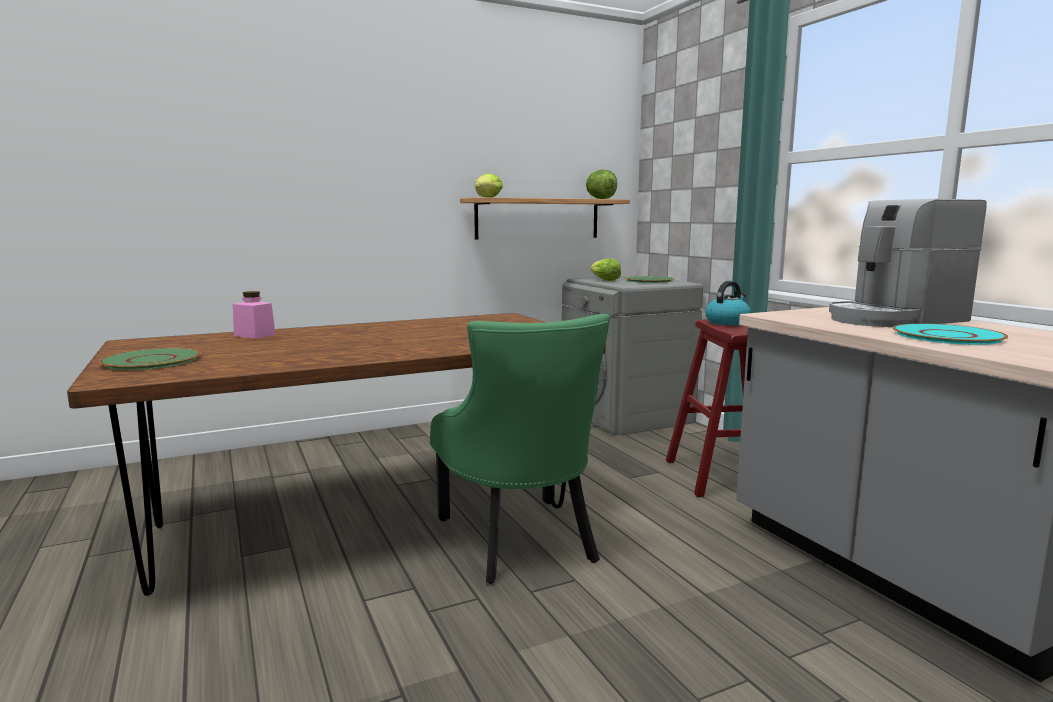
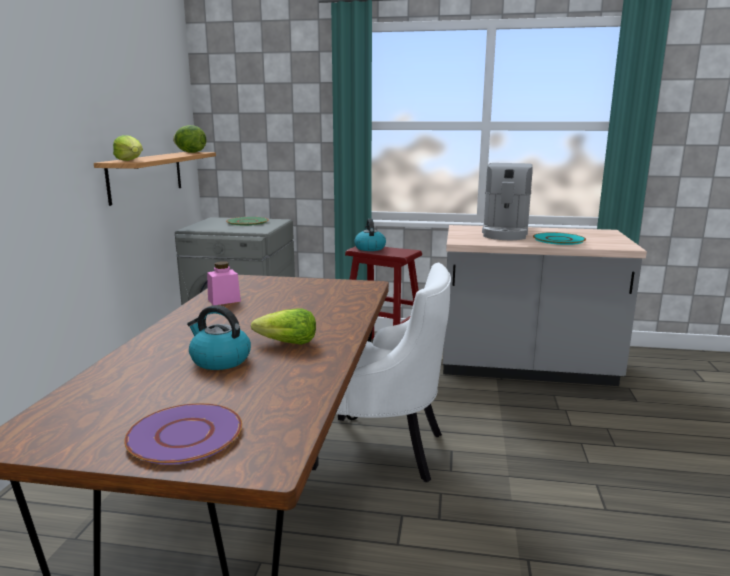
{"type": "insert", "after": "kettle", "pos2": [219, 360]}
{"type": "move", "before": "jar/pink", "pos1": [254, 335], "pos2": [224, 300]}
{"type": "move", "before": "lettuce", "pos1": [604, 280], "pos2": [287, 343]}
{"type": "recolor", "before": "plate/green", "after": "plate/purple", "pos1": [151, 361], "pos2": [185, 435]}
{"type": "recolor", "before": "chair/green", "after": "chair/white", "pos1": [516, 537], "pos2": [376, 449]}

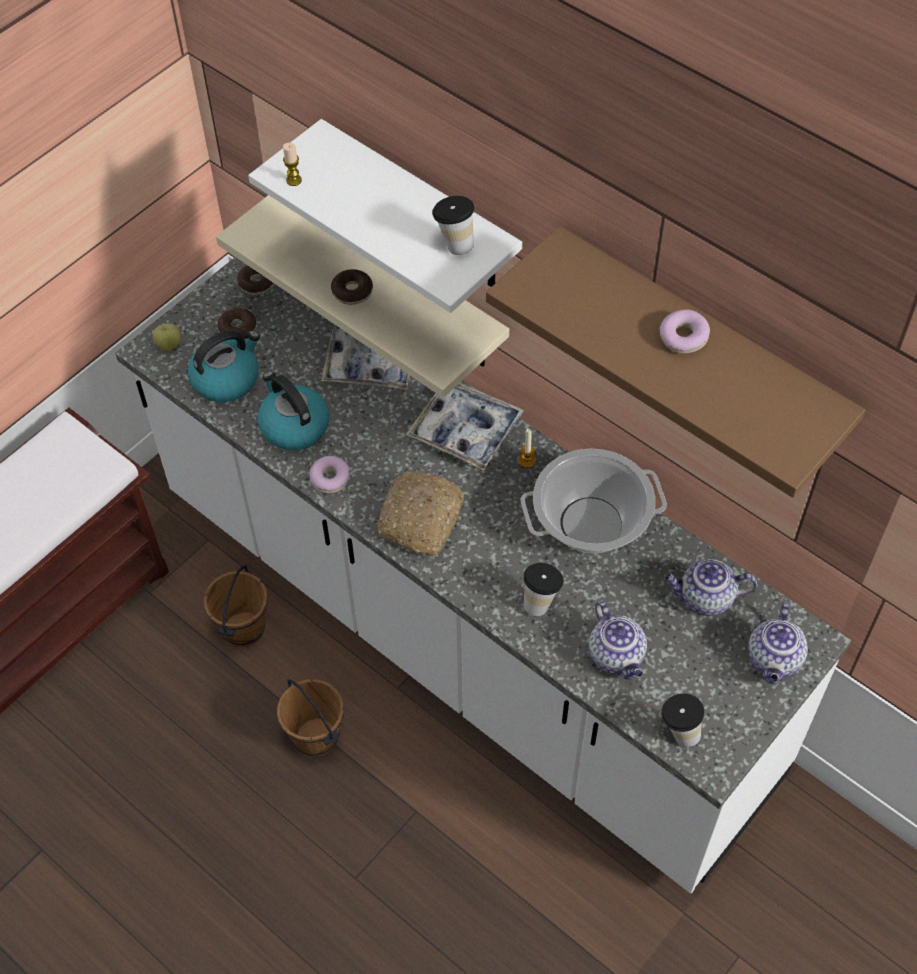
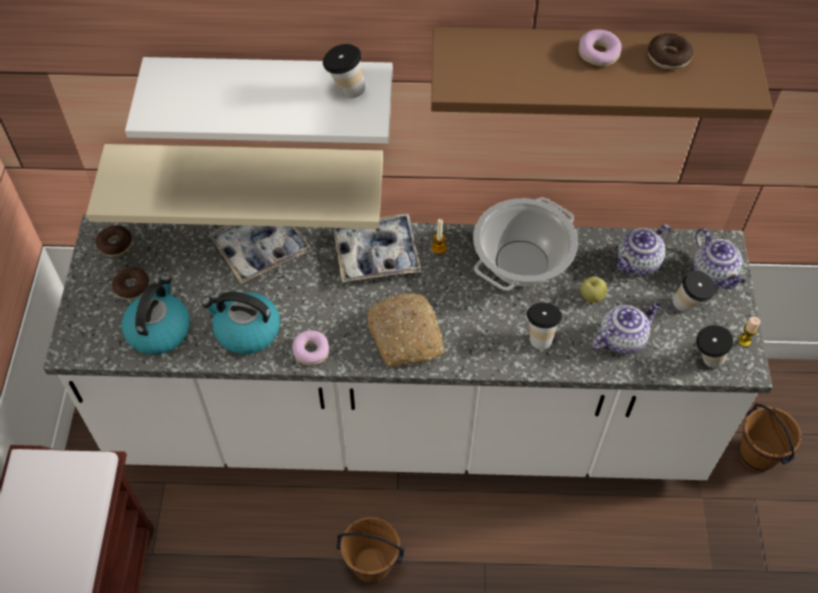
{"type": "insert", "after": "cup", "pos2": [688, 306]}
{"type": "move", "before": "apple", "pos1": [169, 345], "pos2": [591, 297]}
{"type": "move", "before": "bucket/brown", "pos1": [244, 629], "pos2": [757, 455]}
{"type": "move", "before": "candle", "pos1": [293, 180], "pos2": [744, 341]}
{"type": "move", "before": "donut", "pos1": [352, 292], "pos2": [668, 57]}
{"type": "rotate", "before": "teapot", "pos1": [617, 656], "pos2": [622, 338], "turn": -60}

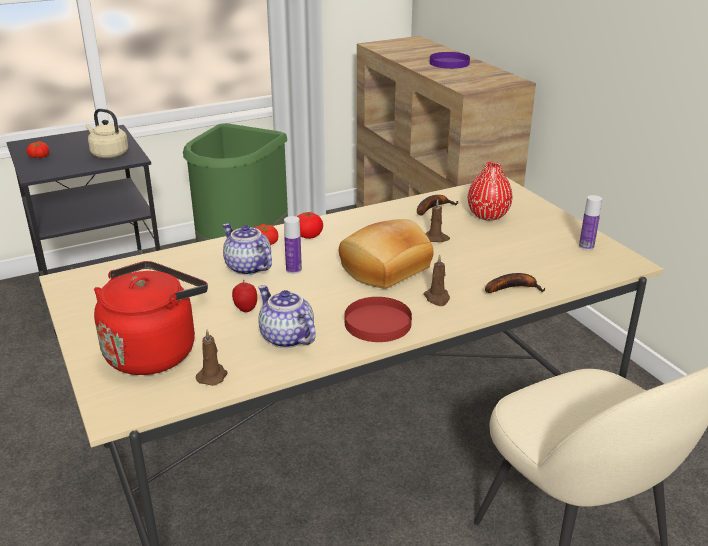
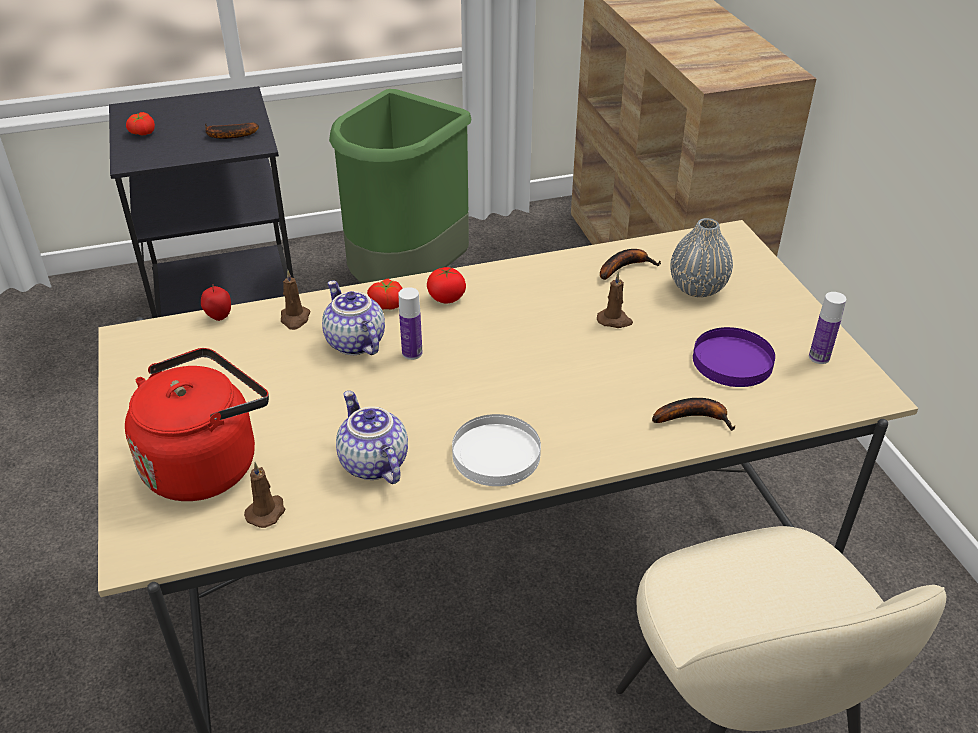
{"type": "delete", "before": "bread", "pos1": [387, 269]}
{"type": "move", "before": "apple", "pos1": [246, 310], "pos2": [219, 317]}
{"type": "move", "before": "candle/brown", "pos1": [437, 298], "pos2": [295, 319]}
{"type": "move", "before": "plate/purple", "pos1": [449, 63], "pos2": [733, 361]}
{"type": "replace", "before": "kettle/beige", "after": "banana", "pos1": [108, 154], "pos2": [227, 135]}
{"type": "recolor", "before": "plate/red", "after": "plate/white", "pos1": [377, 322], "pos2": [496, 453]}
{"type": "recolor", "before": "vase/red", "after": "vase/grey", "pos1": [488, 215], "pos2": [697, 288]}

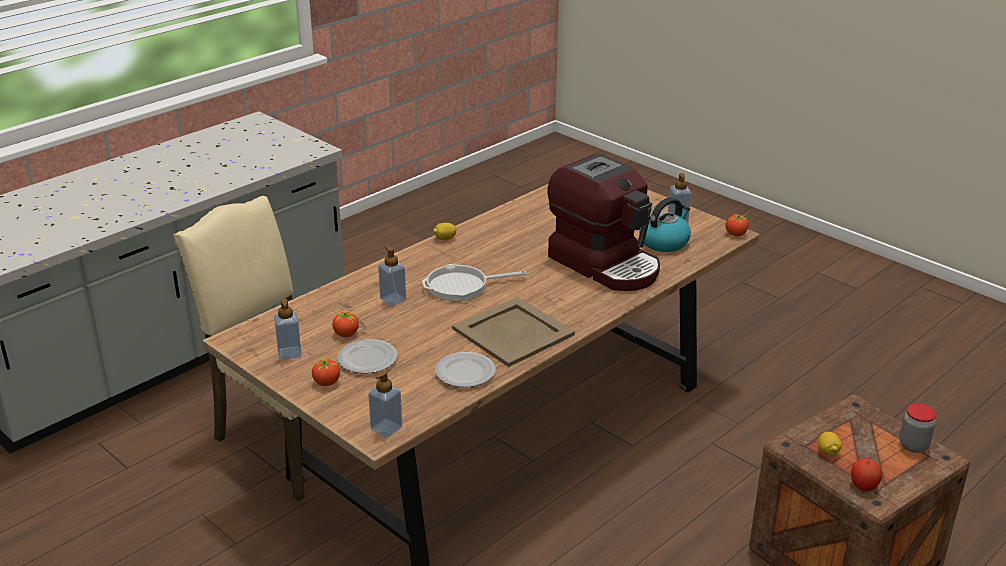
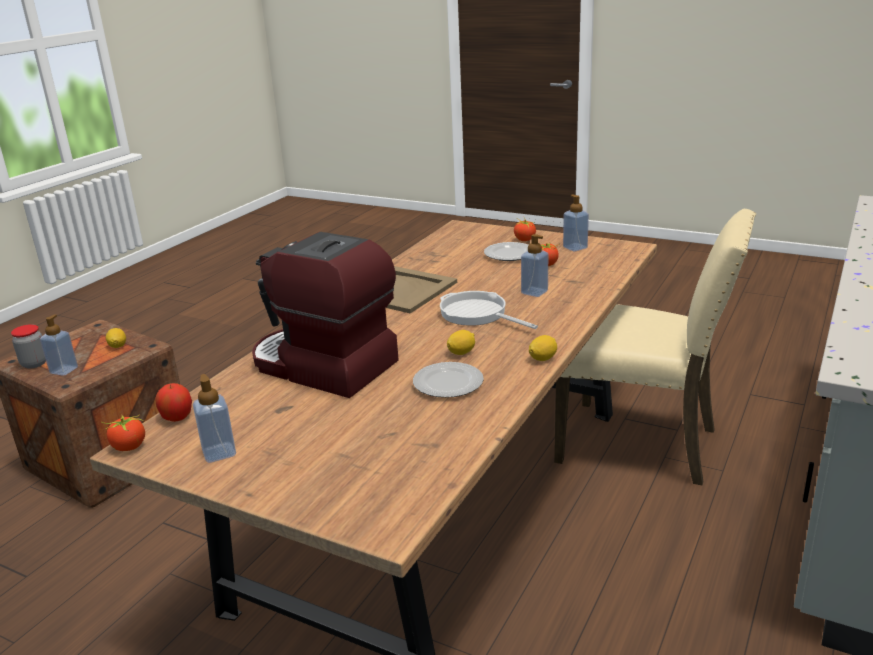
{"type": "delete", "before": "kettle", "pos1": [664, 242]}
{"type": "insert", "after": "lemon", "pos2": [461, 352]}
{"type": "move", "before": "soap dispenser", "pos1": [386, 429], "pos2": [64, 370]}
{"type": "move", "before": "plate", "pos1": [464, 372], "pos2": [449, 384]}
{"type": "move", "before": "apple", "pos1": [863, 486], "pos2": [177, 417]}
{"type": "rotate", "before": "frying pan", "pos1": [461, 286], "pos2": [477, 314], "turn": -105}

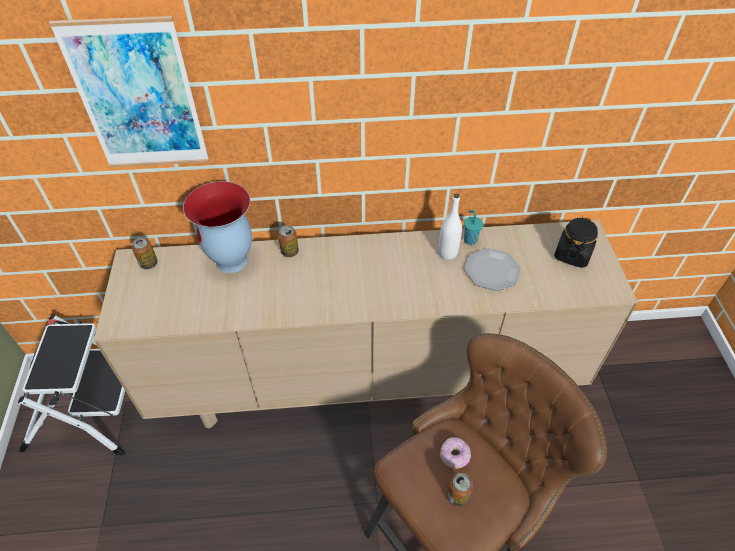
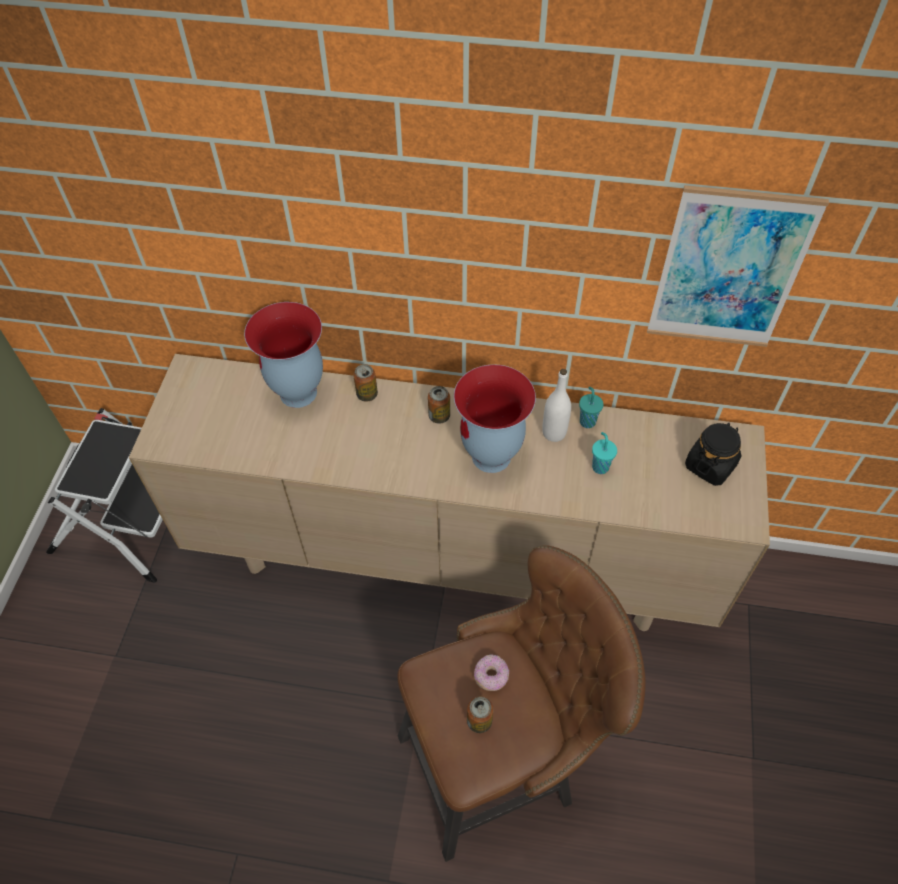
{"type": "insert", "after": "vase", "pos2": [492, 457]}
{"type": "move", "before": "picture", "pos1": [138, 97], "pos2": [728, 270]}
{"type": "move", "before": "can", "pos1": [149, 264], "pos2": [439, 416]}
{"type": "replace", "before": "plate", "after": "cup/turquoise", "pos1": [491, 270], "pos2": [600, 466]}

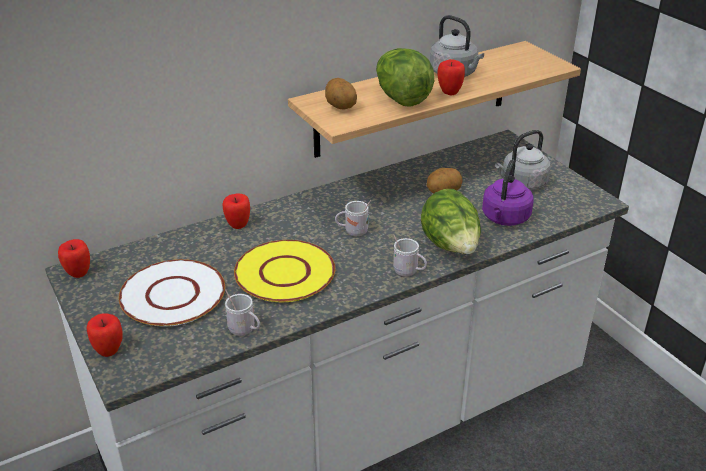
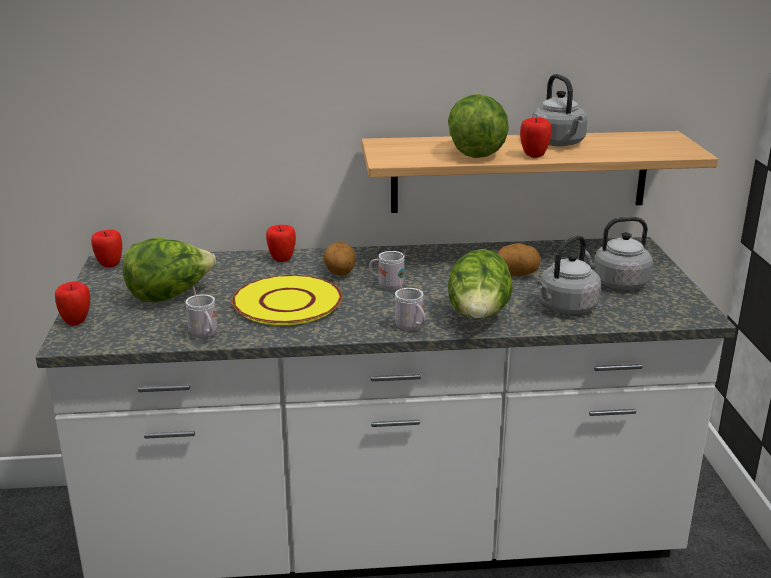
{"type": "move", "before": "potato", "pos1": [340, 107], "pos2": [339, 273]}
{"type": "replace", "before": "plate/white", "after": "lettuce", "pos1": [172, 295], "pos2": [170, 296]}
{"type": "recolor", "before": "kettle/purple", "after": "kettle/grey", "pos1": [505, 219], "pos2": [565, 308]}

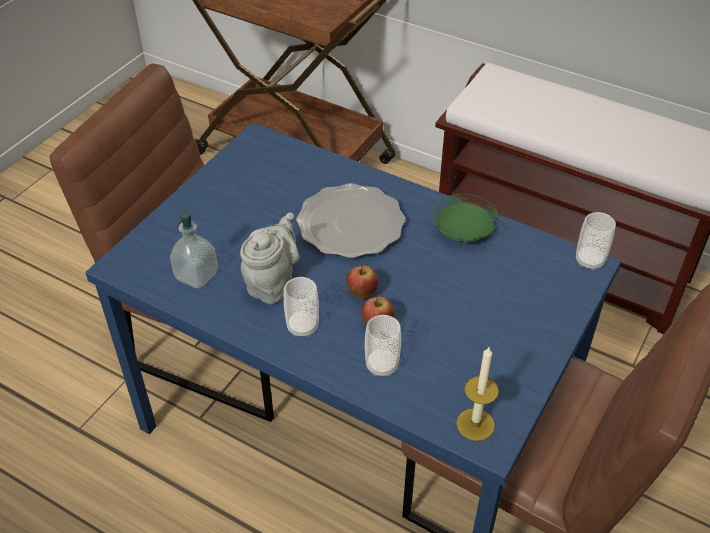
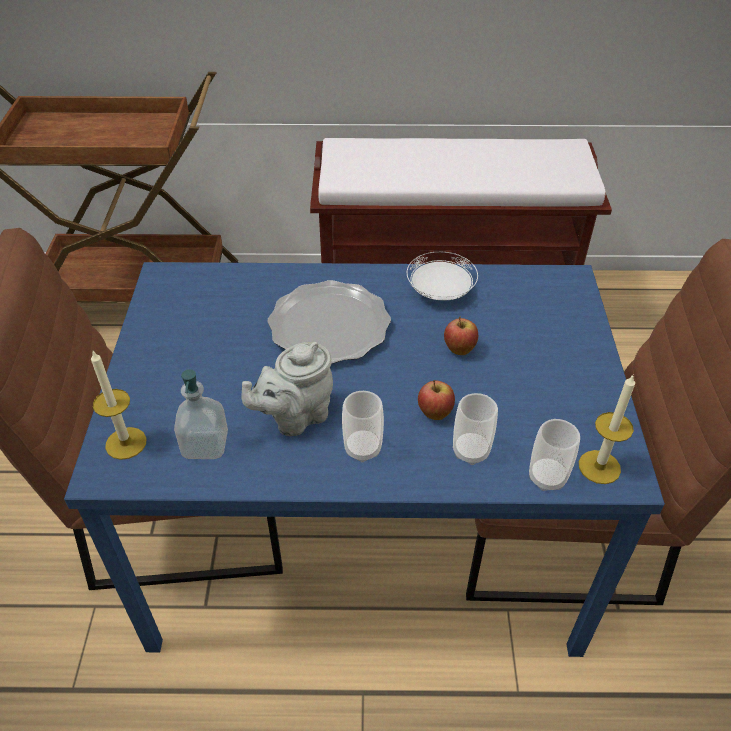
{"type": "insert", "after": "candle", "pos2": [126, 443]}
{"type": "move", "before": "apple", "pos1": [362, 294], "pos2": [459, 350]}
{"type": "move", "before": "cup", "pos1": [589, 261], "pos2": [547, 477]}
{"type": "recolor", "before": "plate/green", "after": "plate/white", "pos1": [463, 232], "pos2": [441, 292]}
{"type": "rotate", "before": "teapot/grey", "pos1": [272, 283], "pos2": [295, 417], "turn": -120}

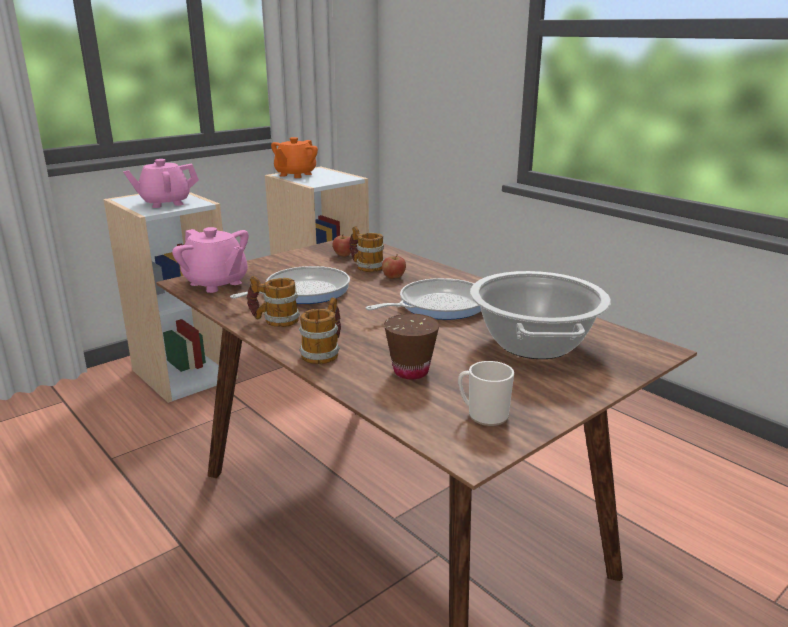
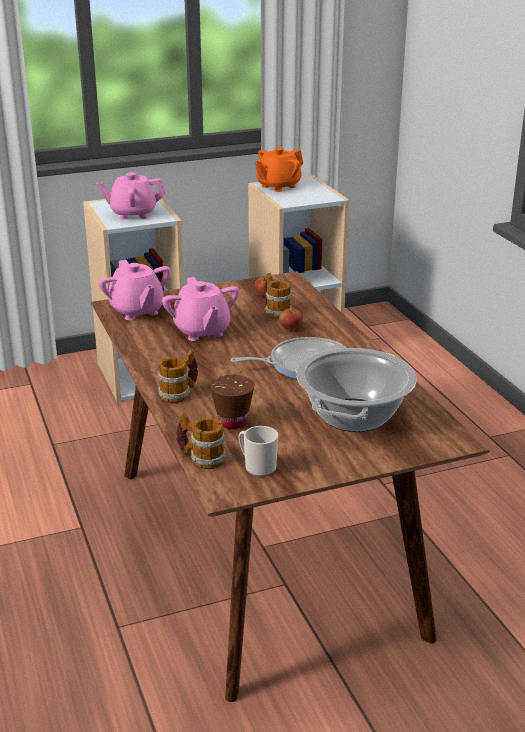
{"type": "move", "before": "mug", "pos1": [274, 320], "pos2": [201, 458]}
{"type": "replace", "before": "frying pan", "after": "teapot/pink", "pos1": [303, 292], "pos2": [202, 331]}

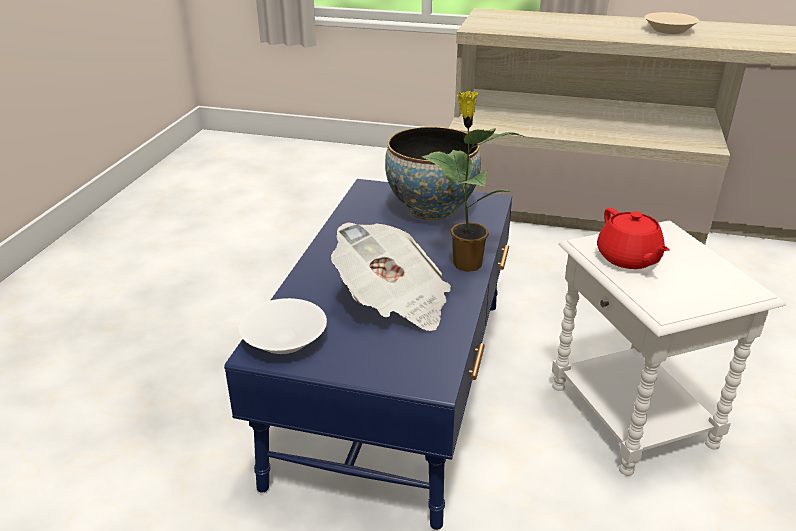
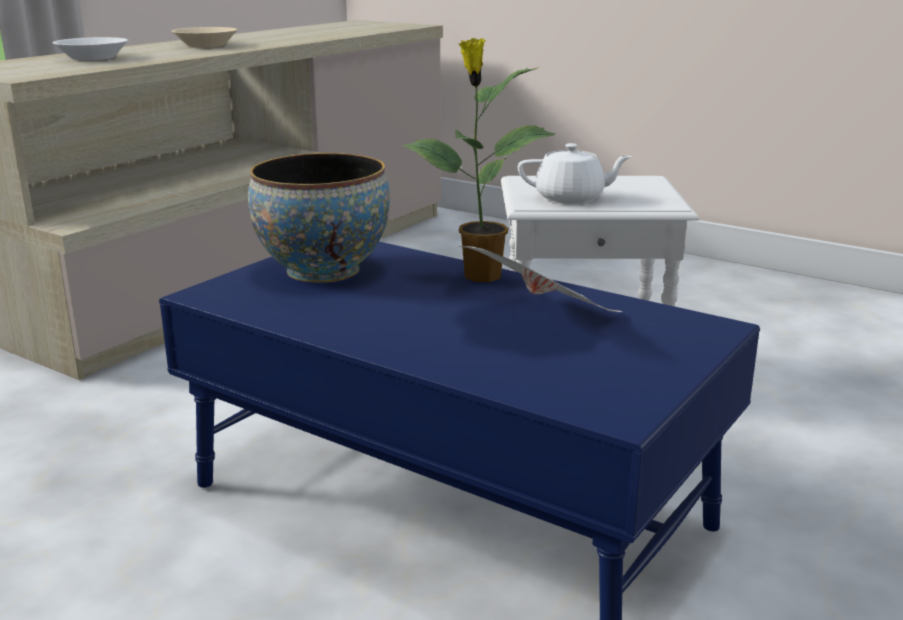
{"type": "move", "before": "bowl/white", "pos1": [283, 339], "pos2": [92, 58]}
{"type": "recolor", "before": "teapot/red", "after": "teapot/white", "pos1": [628, 259], "pos2": [571, 198]}

